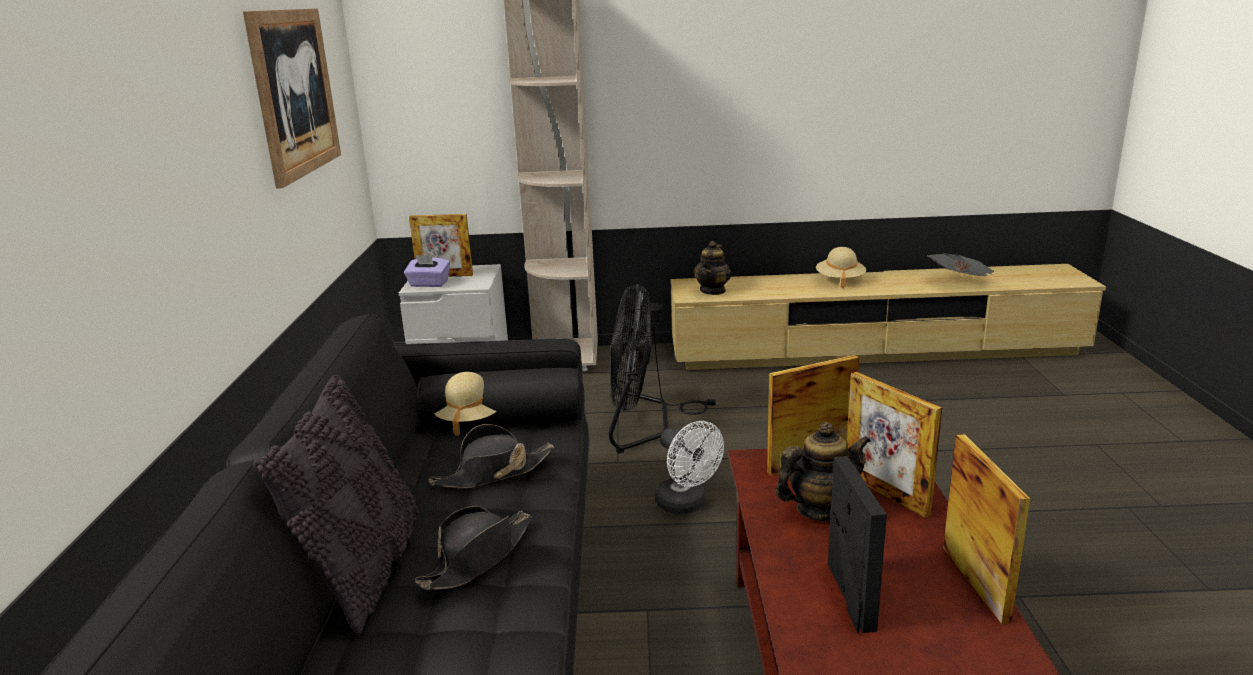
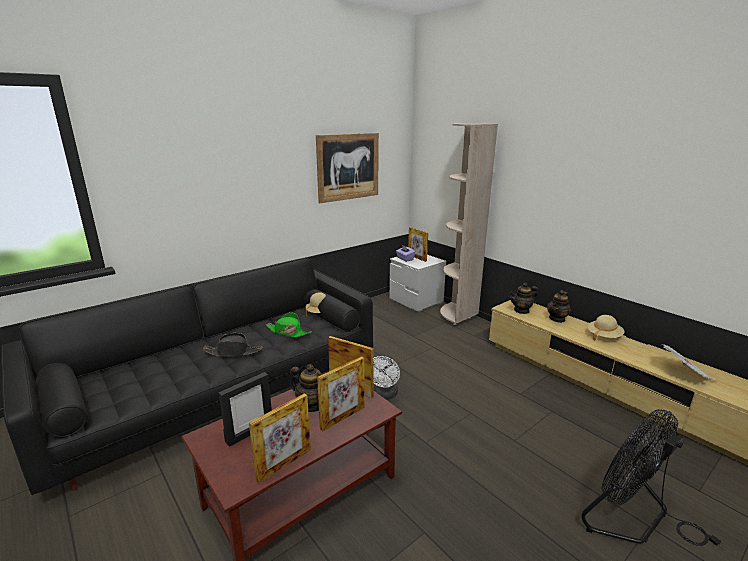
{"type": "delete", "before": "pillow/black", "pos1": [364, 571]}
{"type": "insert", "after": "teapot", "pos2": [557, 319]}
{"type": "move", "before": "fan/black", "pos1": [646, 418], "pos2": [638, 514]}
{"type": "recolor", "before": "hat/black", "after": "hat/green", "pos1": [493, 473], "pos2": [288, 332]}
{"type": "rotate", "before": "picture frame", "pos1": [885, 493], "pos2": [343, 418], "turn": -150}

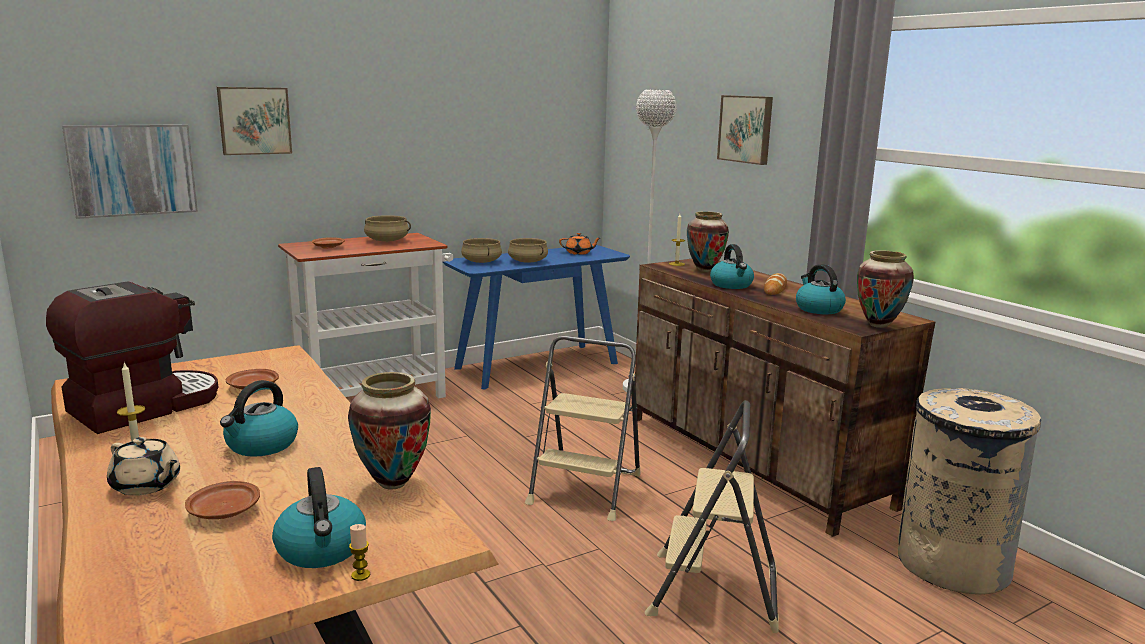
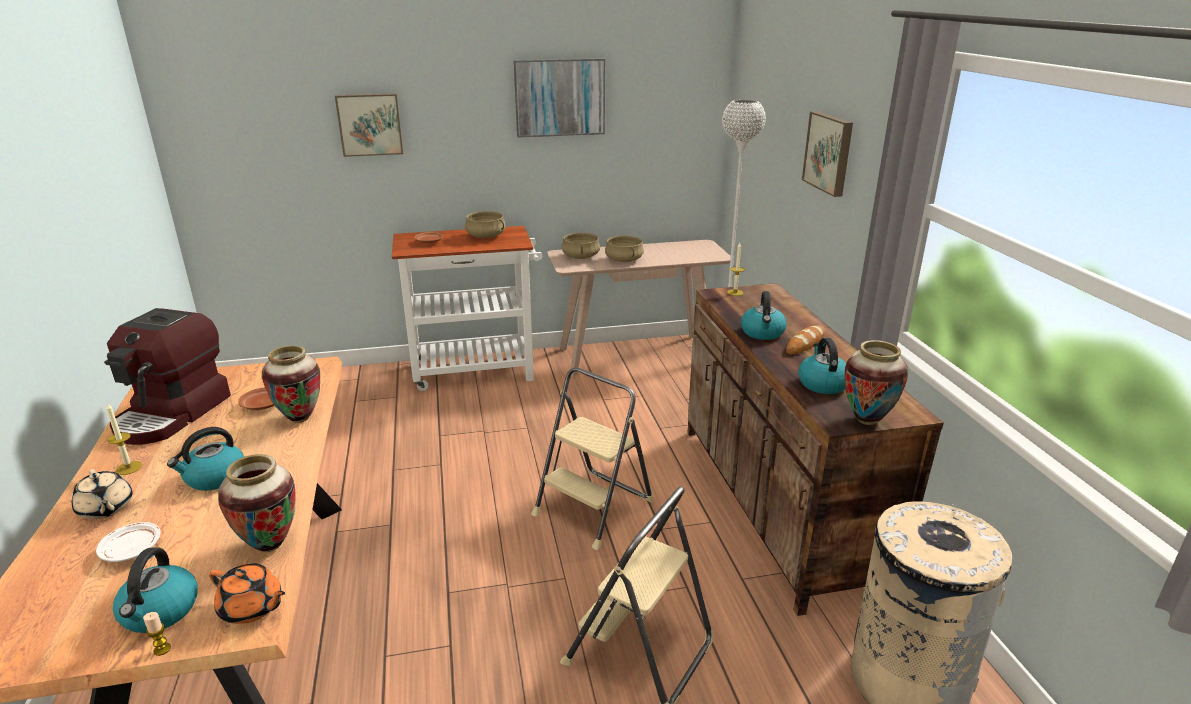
{"type": "move", "before": "picture", "pos1": [132, 170], "pos2": [560, 97]}
{"type": "move", "before": "teapot/orange", "pos1": [579, 253], "pos2": [252, 608]}
{"type": "move", "before": "vase", "pos1": [704, 270], "pos2": [300, 418]}
{"type": "recolor", "before": "plate/brown", "after": "plate/white", "pos1": [224, 511], "pos2": [132, 550]}
{"type": "recolor", "before": "console table/blue", "after": "console table/beige", "pos1": [537, 365], "pos2": [636, 354]}
{"type": "rotate", "before": "coffee machine", "pos1": [144, 405], "pos2": [173, 414], "turn": 135}

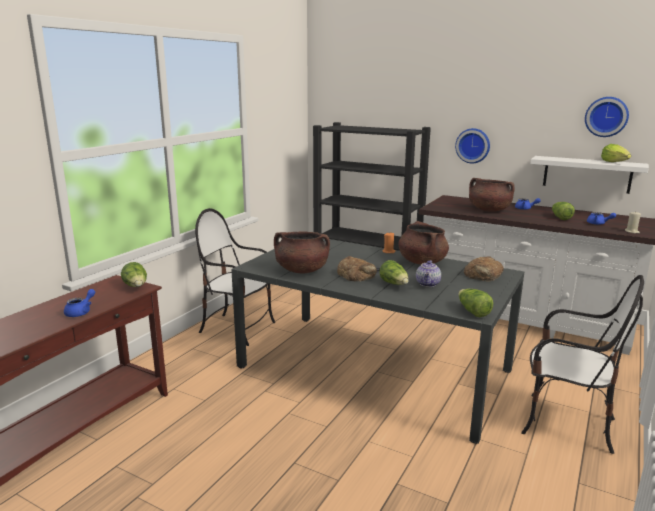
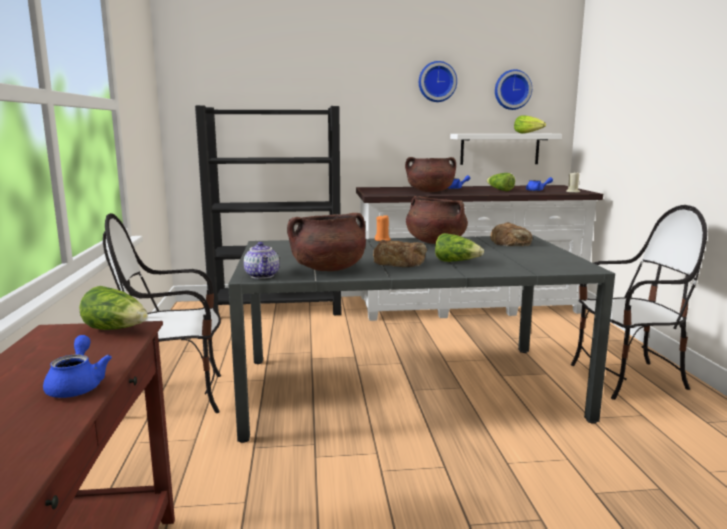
{"type": "delete", "before": "lettuce", "pos1": [472, 311]}
{"type": "move", "before": "teapot", "pos1": [428, 284], "pos2": [263, 276]}
{"type": "move", "before": "wall clock", "pos1": [473, 145], "pos2": [437, 82]}

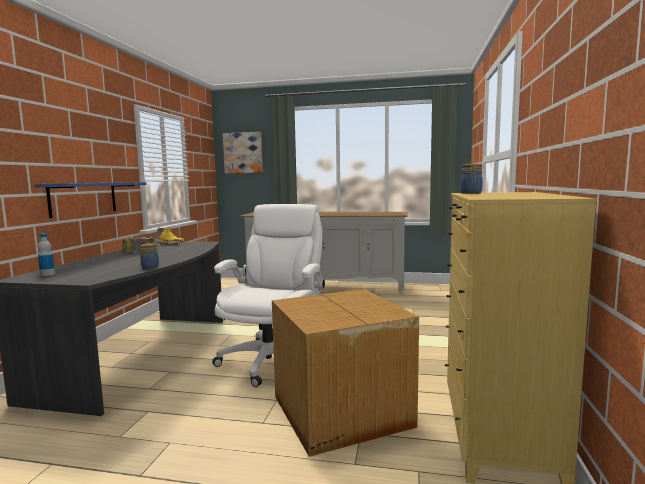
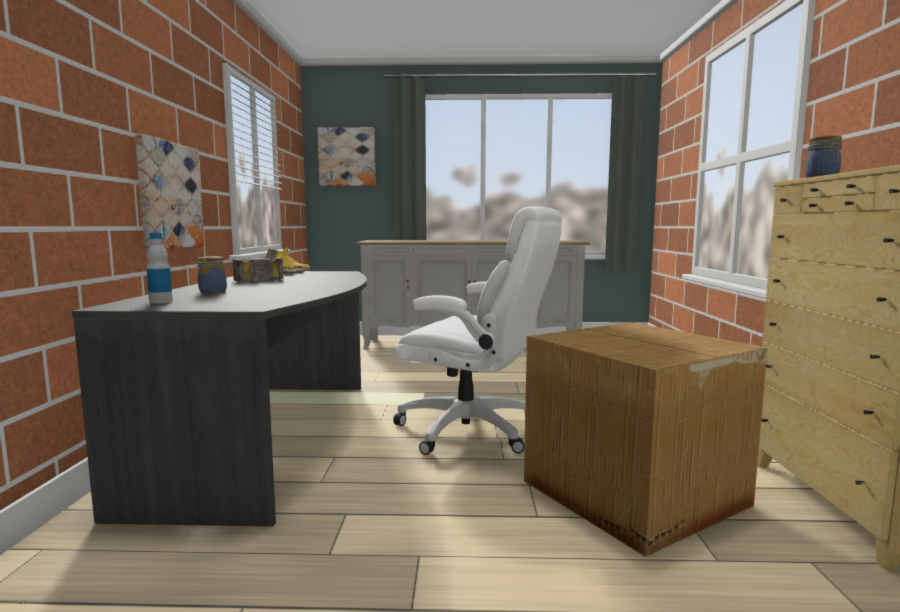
{"type": "move", "before": "jar", "pos1": [149, 267], "pos2": [211, 292]}
{"type": "replace", "before": "shelf/blue", "after": "picture", "pos1": [83, 198], "pos2": [169, 195]}
{"type": "rotate", "before": "office chair/white", "pos1": [273, 359], "pos2": [477, 432], "turn": 105}

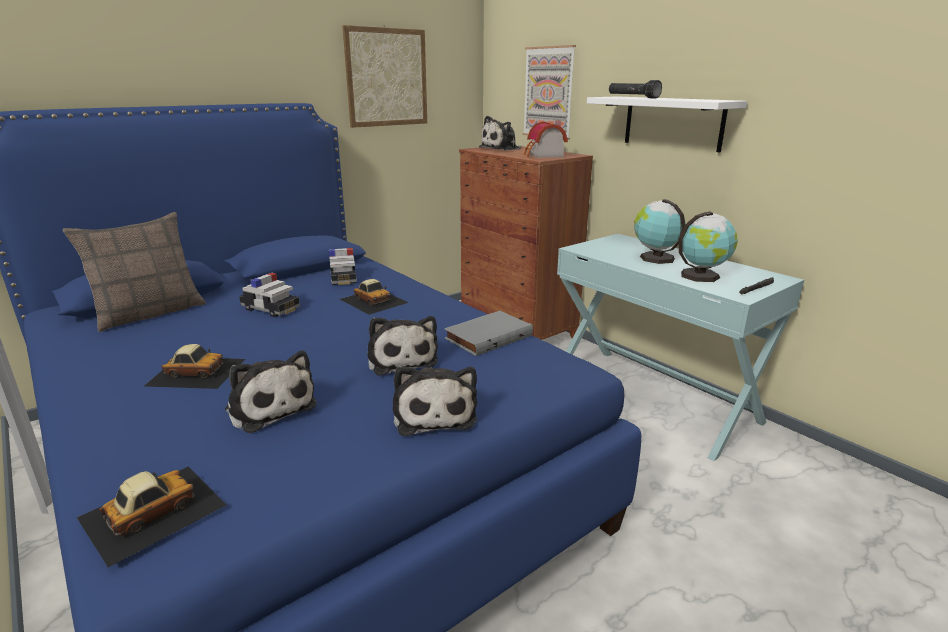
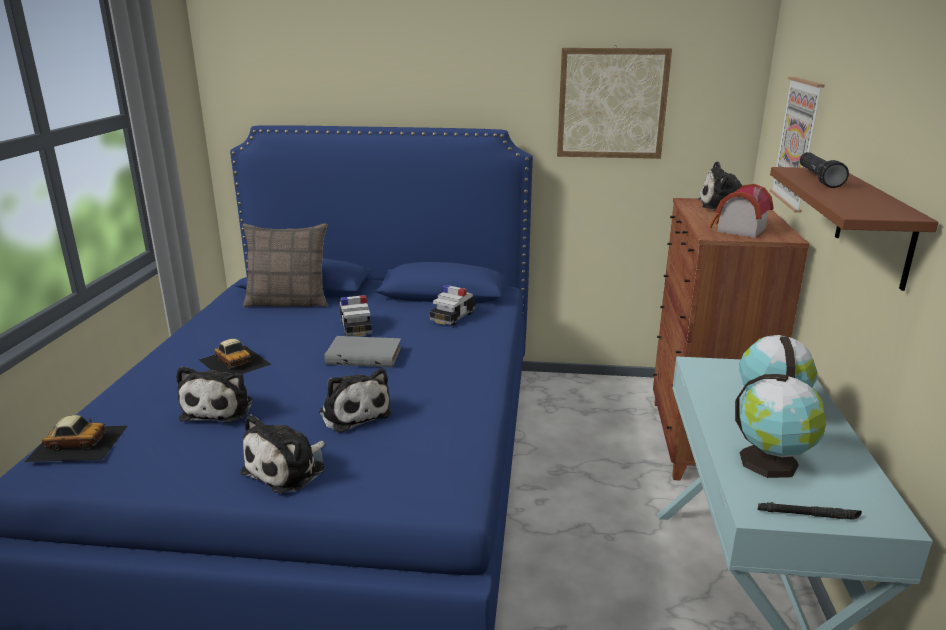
{"type": "delete", "before": "toy car", "pos1": [373, 300]}
{"type": "move", "before": "book/grey", "pos1": [487, 336], "pos2": [365, 355]}
{"type": "recolor", "before": "shelf/white", "after": "shelf/brown", "pos1": [673, 123], "pos2": [874, 226]}
{"type": "rotate", "before": "plush toy", "pos1": [401, 359], "pos2": [353, 413], "turn": -60}

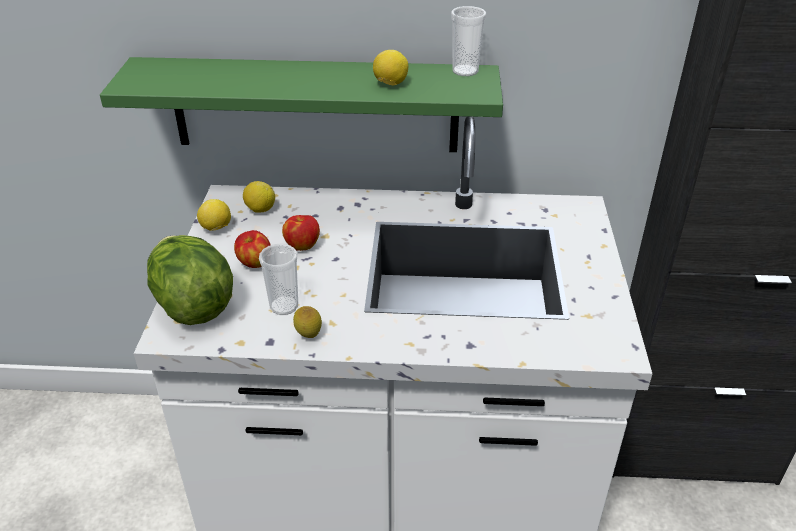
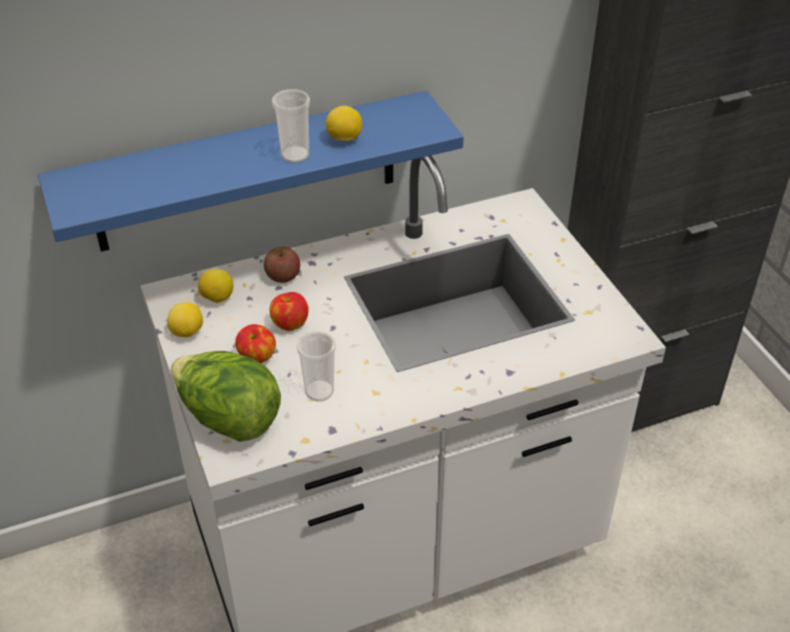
{"type": "delete", "before": "lemon", "pos1": [309, 336]}
{"type": "insert", "after": "apple", "pos2": [283, 276]}
{"type": "move", "before": "cup", "pos1": [465, 71], "pos2": [295, 155]}
{"type": "recolor", "before": "shelf/green", "after": "shelf/blue", "pos1": [315, 105], "pos2": [247, 173]}

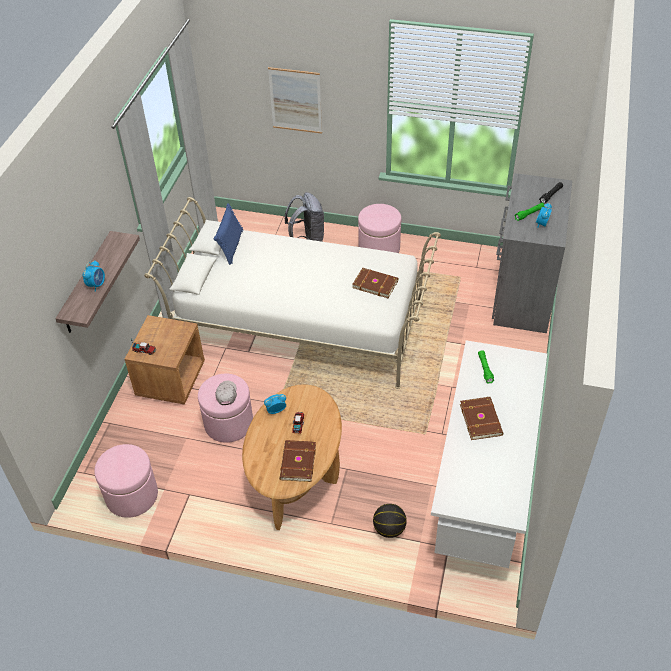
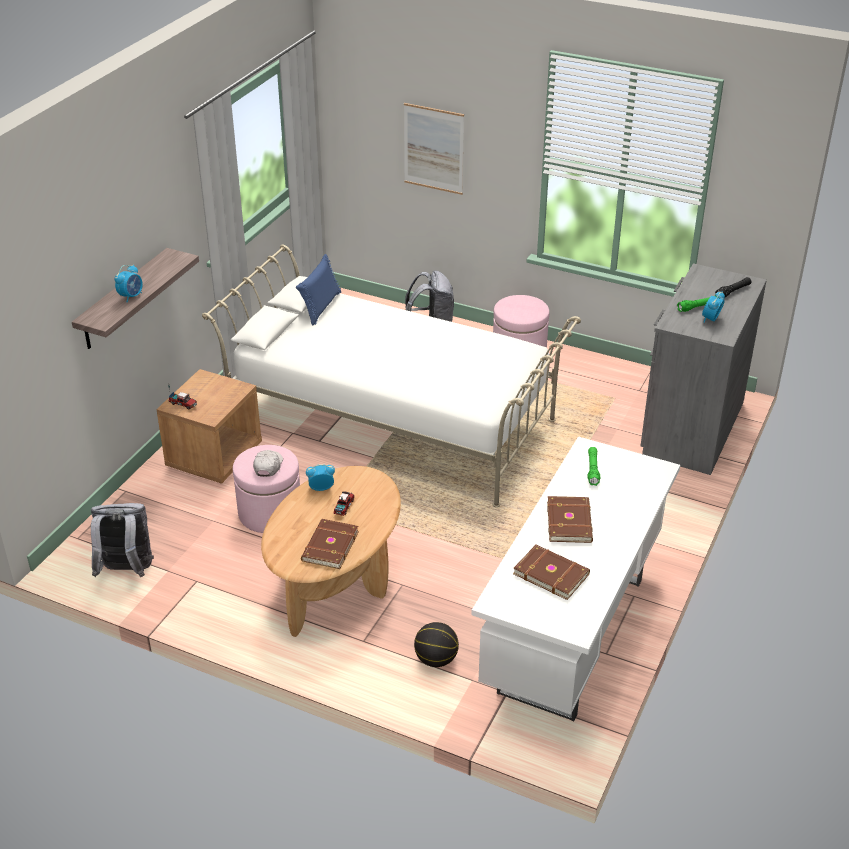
{"type": "move", "before": "book/brown", "pos1": [375, 283], "pos2": [551, 573]}
{"type": "replace", "before": "ottoman/pink", "after": "backpack/grey", "pos1": [132, 495], "pos2": [126, 571]}

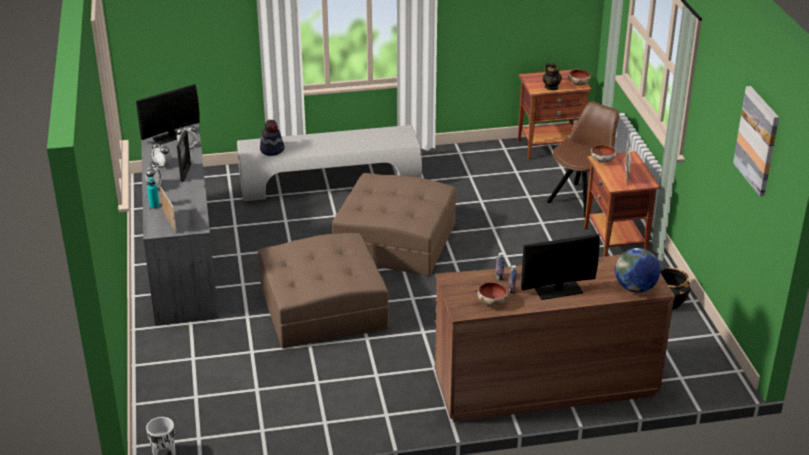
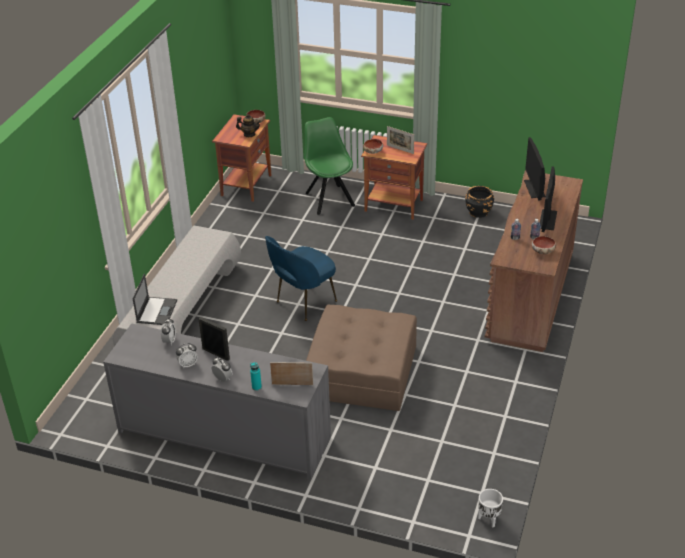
{"type": "delete", "before": "globe", "pos1": [635, 288]}
{"type": "delete", "before": "picture", "pos1": [757, 140]}
{"type": "move", "before": "monitor", "pos1": [172, 136], "pos2": [534, 188]}
{"type": "replace", "before": "hat", "after": "laptop", "pos1": [272, 150], "pos2": [157, 311]}
{"type": "replace", "before": "ottoman/brown", "after": "chair/blue", "pos1": [395, 240], "pos2": [302, 304]}
{"type": "recolor", "before": "chair/brown", "after": "chair/green", "pos1": [580, 200], "pos2": [329, 199]}

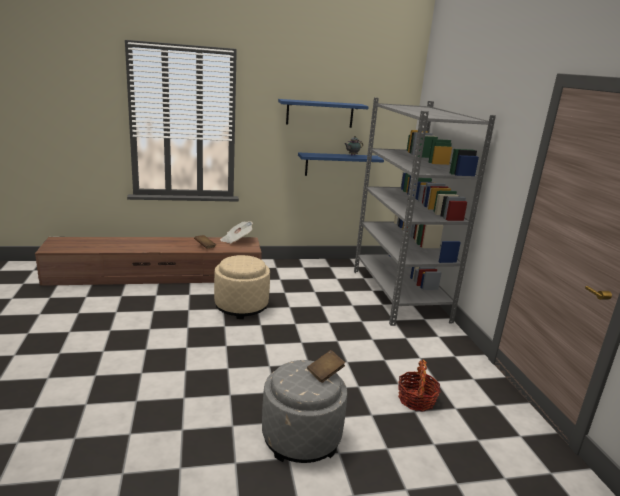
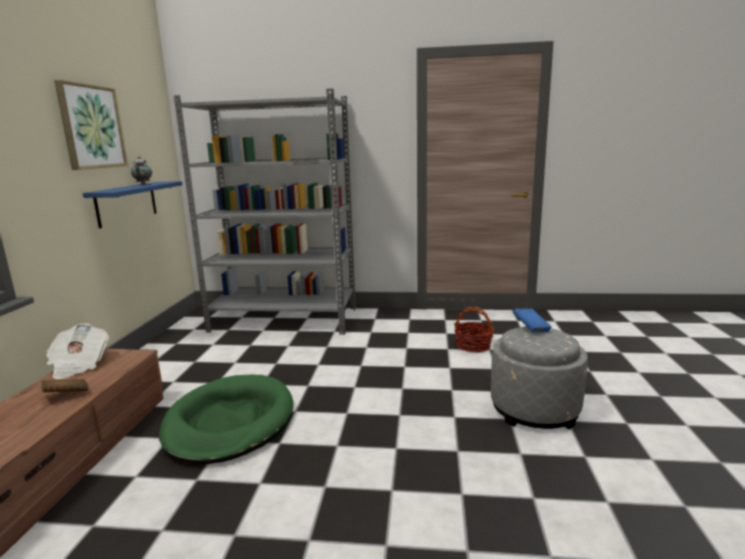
{"type": "replace", "before": "ottoman/beige", "after": "dog bed/green", "pos1": [241, 306], "pos2": [229, 422]}
{"type": "replace", "before": "shelf/blue", "after": "picture", "pos1": [320, 113], "pos2": [91, 127]}
{"type": "recolor", "before": "book/brown", "after": "book/blue", "pos1": [325, 373], "pos2": [531, 328]}

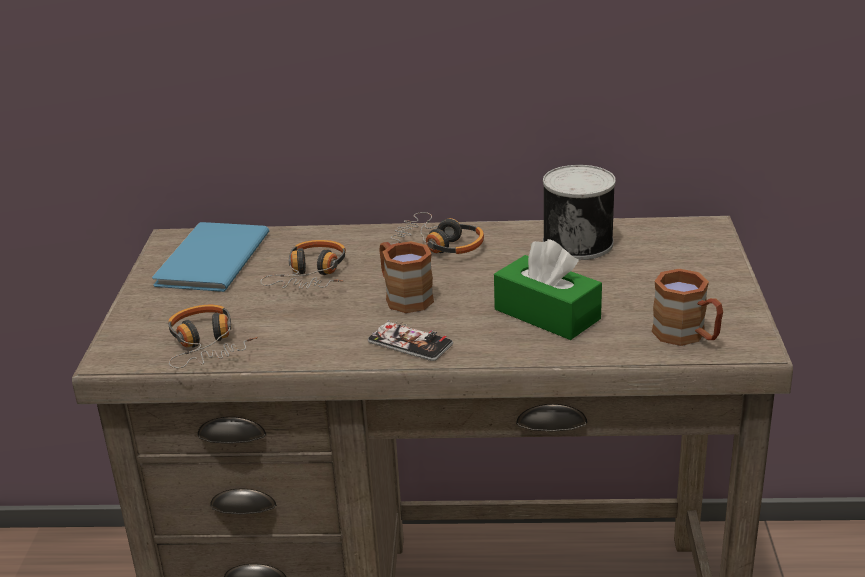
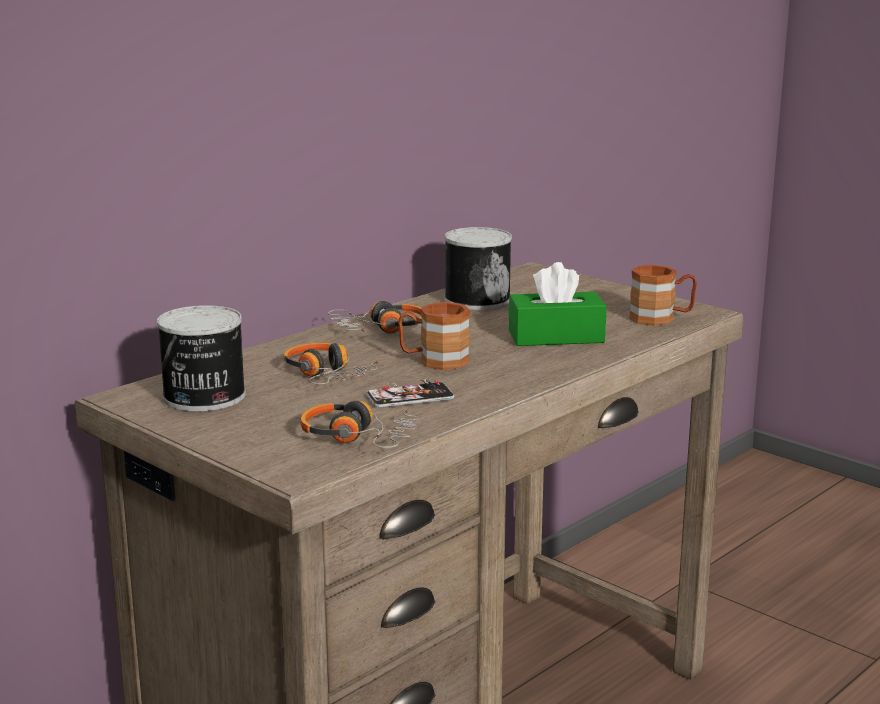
{"type": "move", "before": "phone", "pos1": [410, 343], "pos2": [410, 397]}
{"type": "replace", "before": "book/blue", "after": "can", "pos1": [208, 260], "pos2": [203, 397]}

